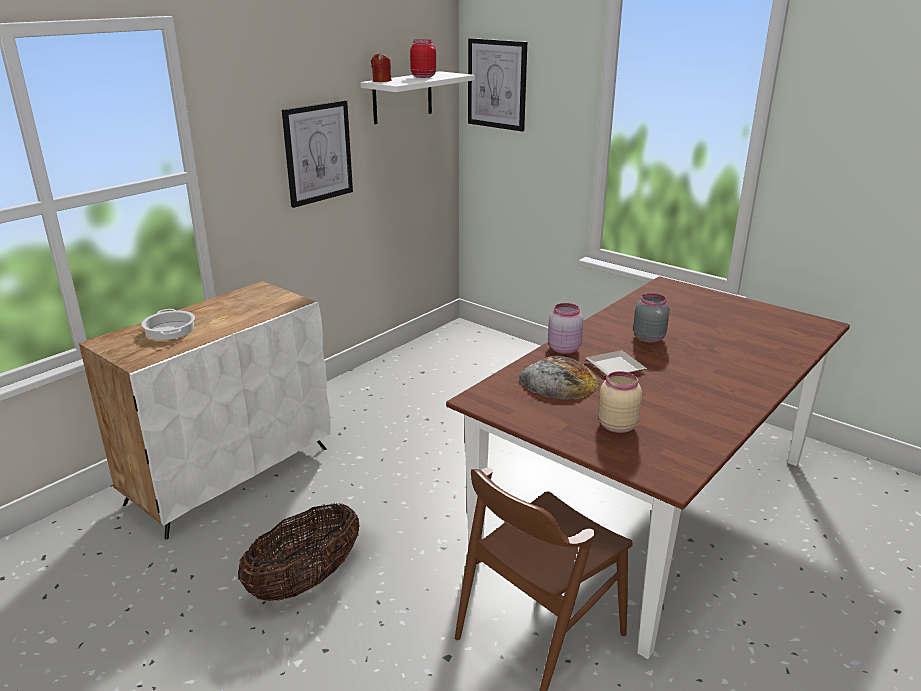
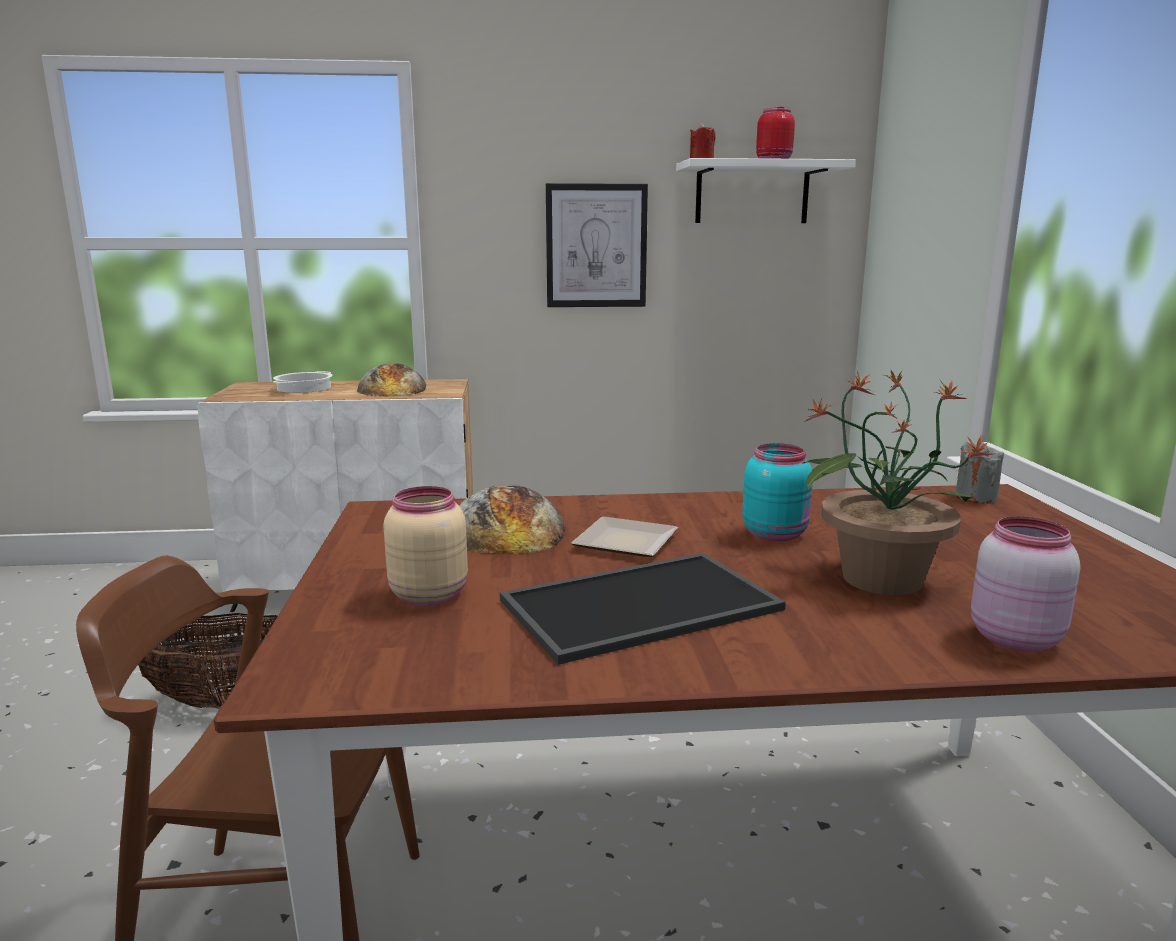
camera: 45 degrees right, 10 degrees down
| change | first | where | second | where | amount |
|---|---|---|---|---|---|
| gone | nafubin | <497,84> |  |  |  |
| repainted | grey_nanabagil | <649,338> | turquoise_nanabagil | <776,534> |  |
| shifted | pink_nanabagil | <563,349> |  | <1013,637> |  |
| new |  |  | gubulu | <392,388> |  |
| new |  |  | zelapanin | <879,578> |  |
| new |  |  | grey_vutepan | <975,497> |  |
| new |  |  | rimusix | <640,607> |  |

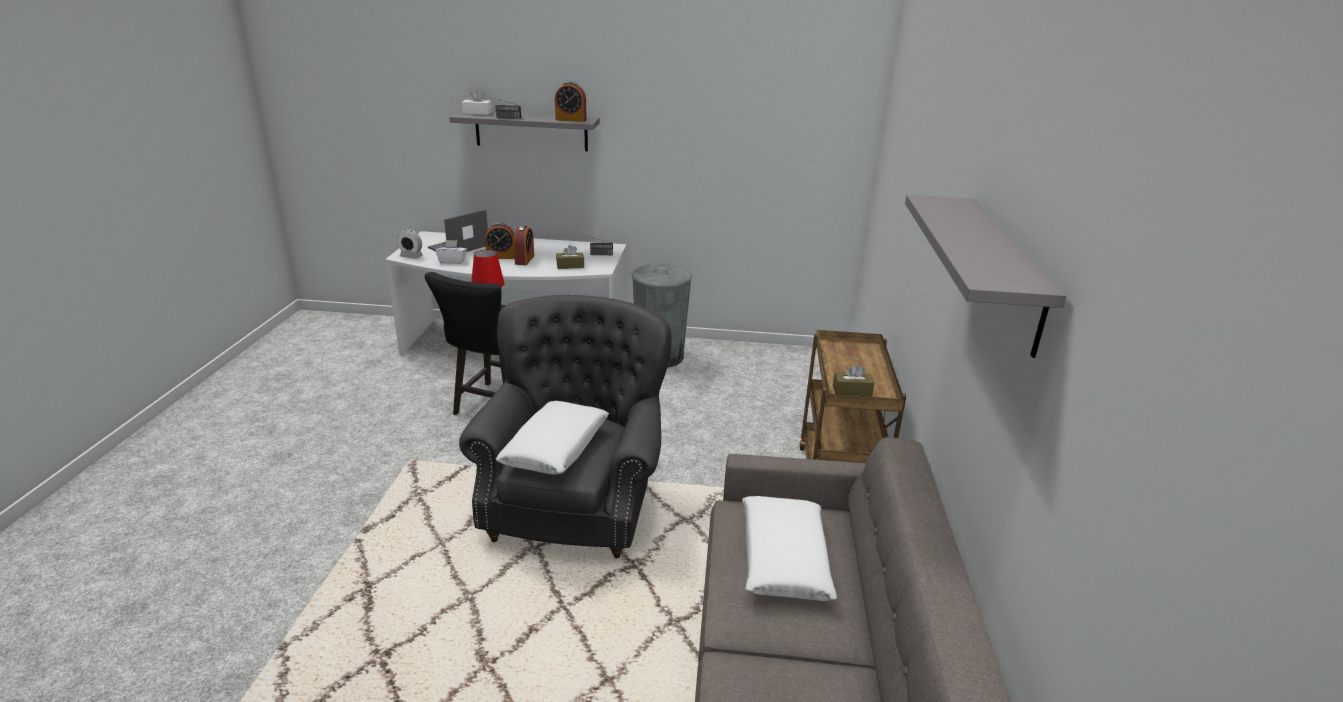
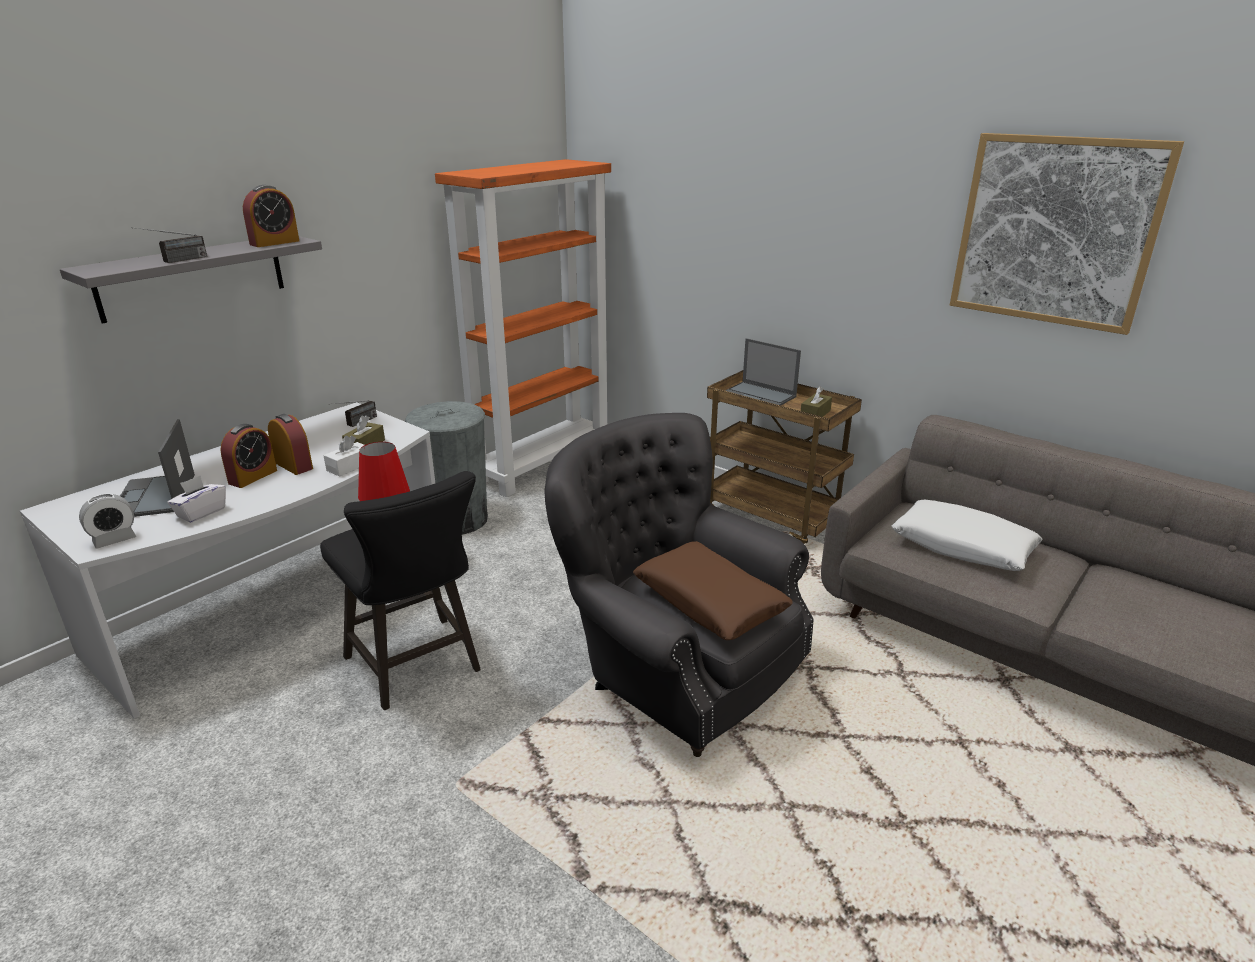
camera: 55 degrees left, 0 degrees up
| change | first | where | second | where | amount |
|---|---|---|---|---|---|
| shifted | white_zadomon | <477,113> |  | <349,466> |  |
| swapped | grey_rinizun | <1004,272> | nafubin | <1055,231> |  |
| repainted | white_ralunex | <556,448> | brown_ralunex | <710,601> |  |
| new |  |  | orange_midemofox | <543,464> |  |
| new |  |  | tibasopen | <758,396> |  |

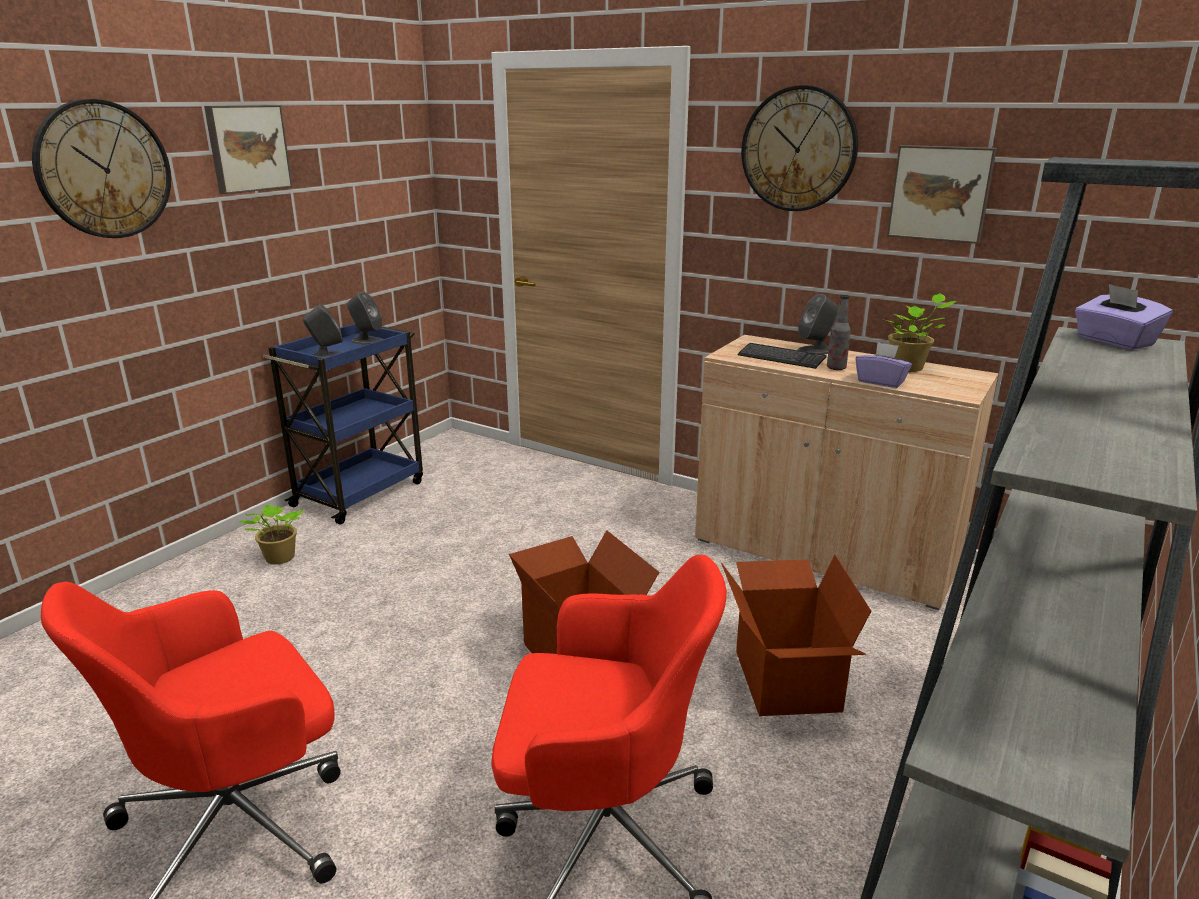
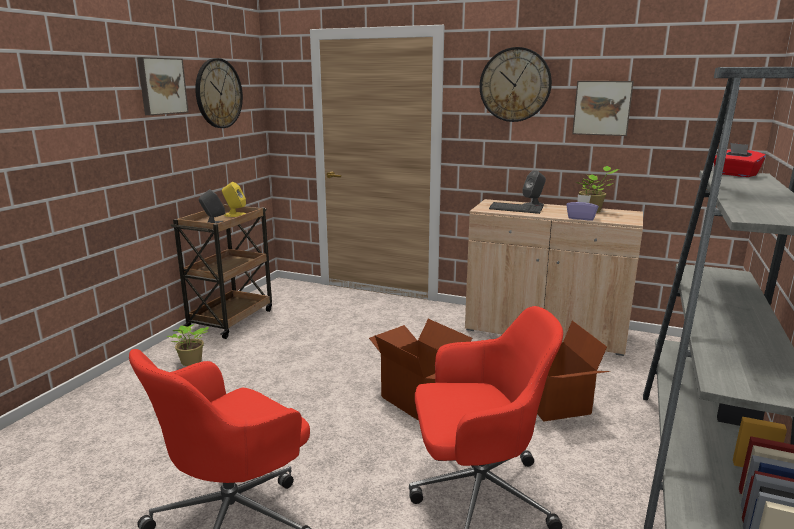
camera: 10 degrees left, 5 degrees down
| change | first | where | second | where | amount |
|---|---|---|---|---|---|
| shifted | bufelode | <103,170> |  | <218,93> |  |
| repainted | purple_zadomon | <1114,341> | red_zadomon | <735,174> |  |
| repainted | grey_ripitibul | <366,341> | yellow_ripitibul | <235,215> |  |
| gone | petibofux | <836,368> |  |  |  |
| repainted | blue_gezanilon | <360,493> | brown_gezanilon | <231,319> |  |

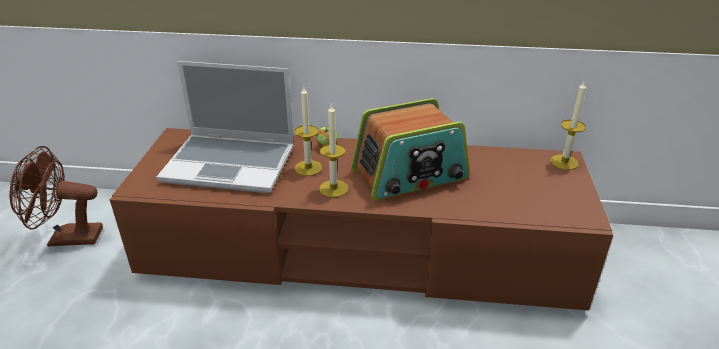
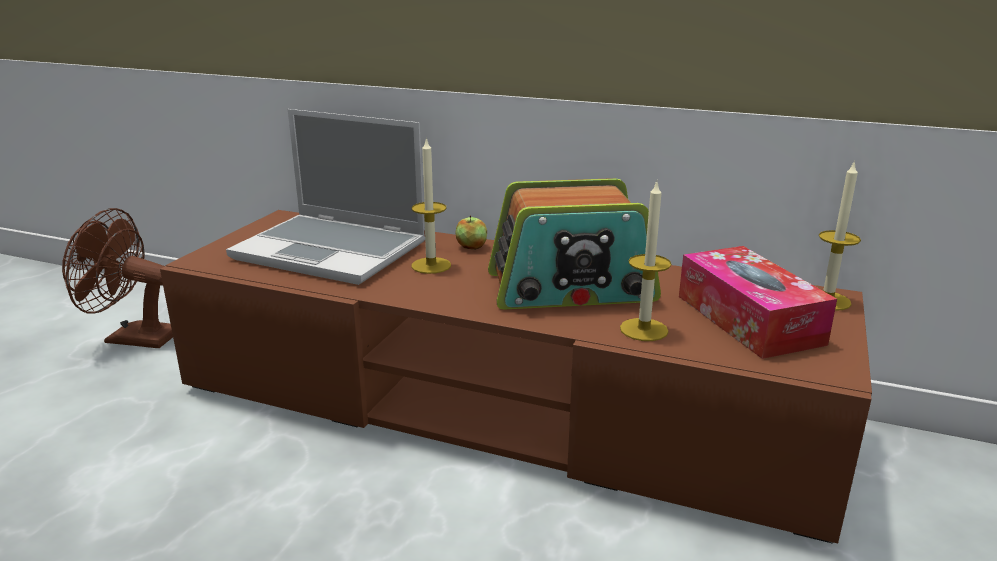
camera: 15 degrees right, 10 degrees down
| change | first | where | second | where | amount |
|---|---|---|---|---|---|
| shifted | vutepan | <333,188> |  | <644,329> |  |
| new |  |  | zadomon | <748,319> |  |

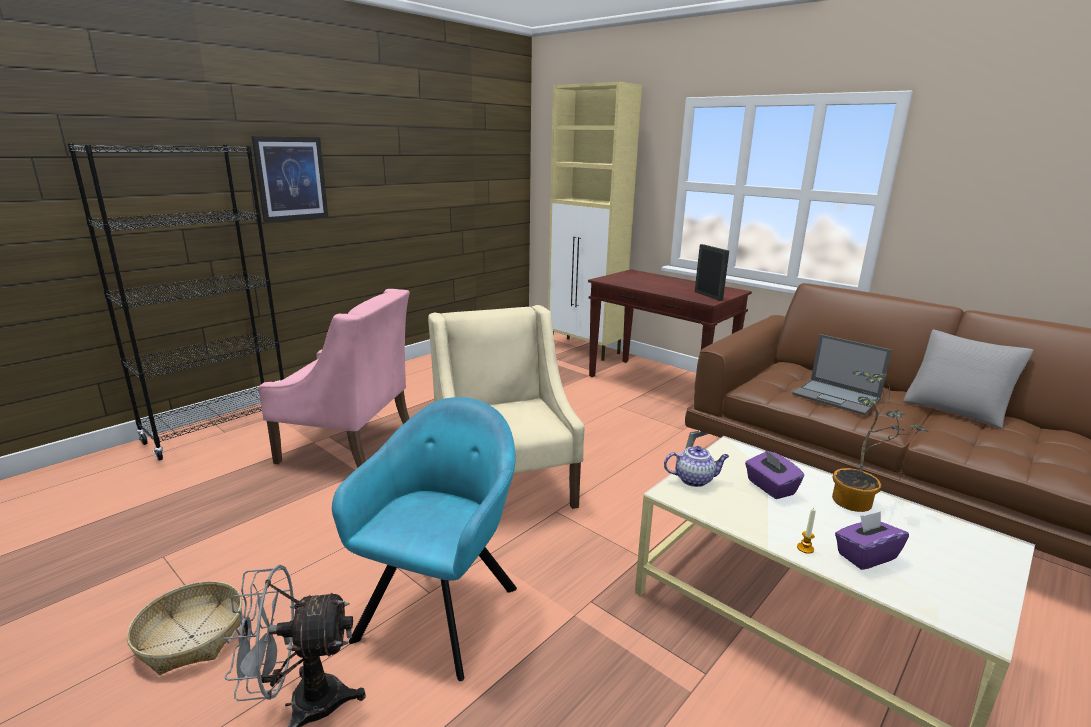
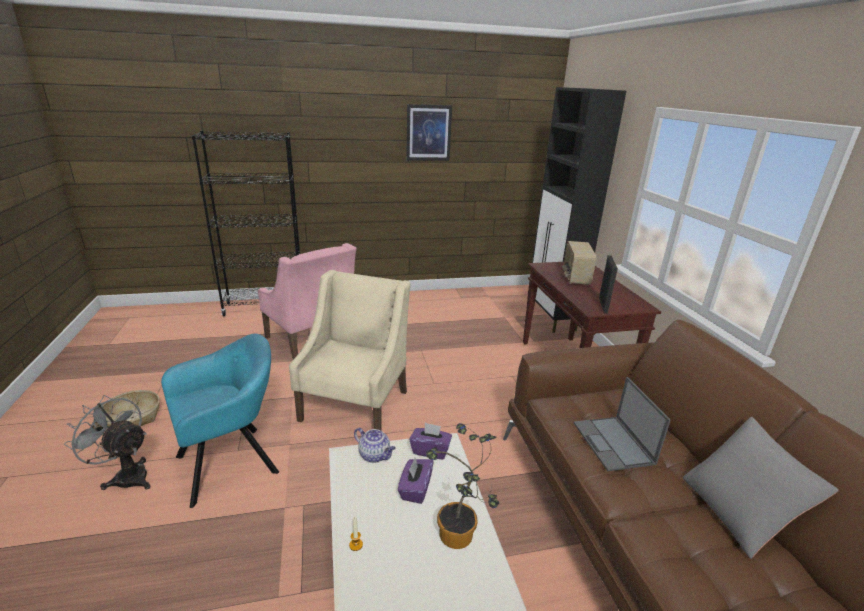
camera: 35 degrees right, 5 degrees up
| change | first | where | second | where | amount |
|---|---|---|---|---|---|
| repainted | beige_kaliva | <585,349> | black_kaliva | <551,318> |  |
| shifted | nafubin | <291,178> |  | <428,133> |  |
| shifted | purple_zadomon | <865,556> |  | <430,450> |  |
| new |  |  | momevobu | <575,278> |  |

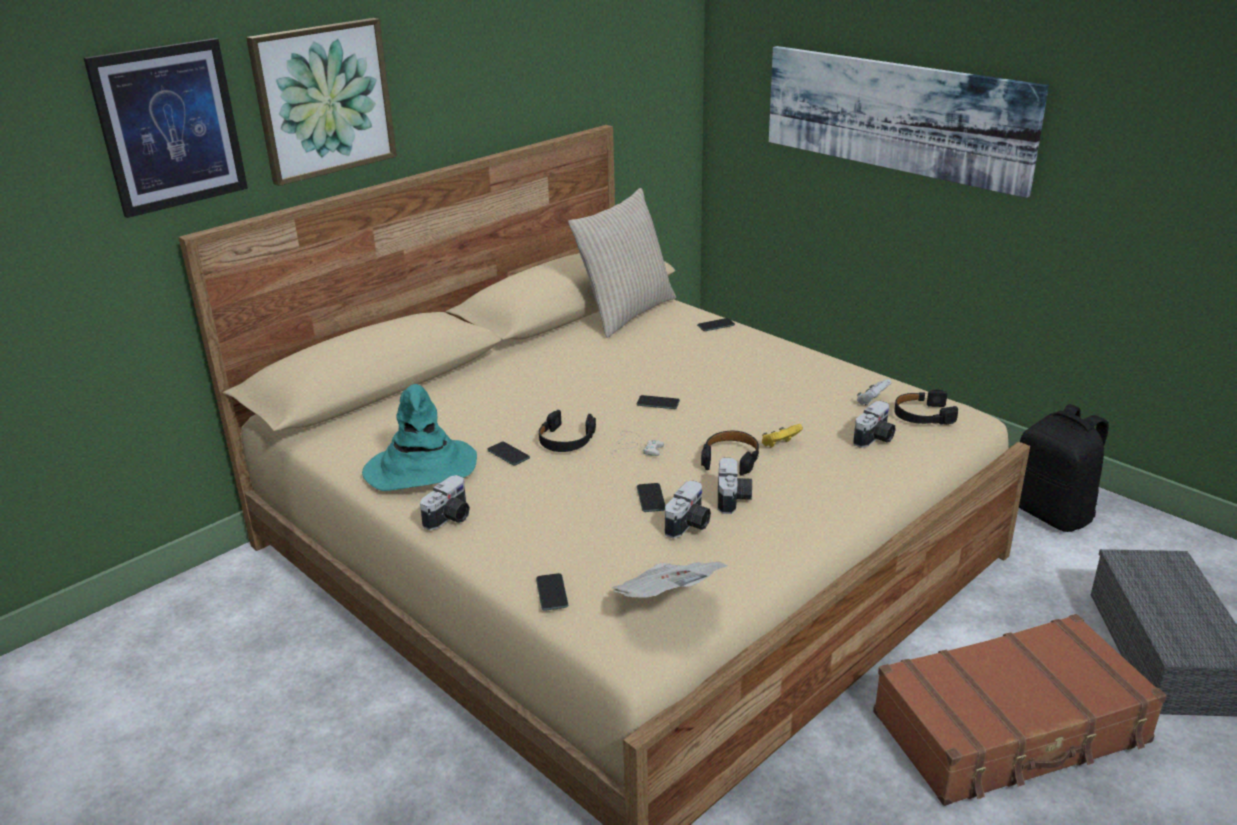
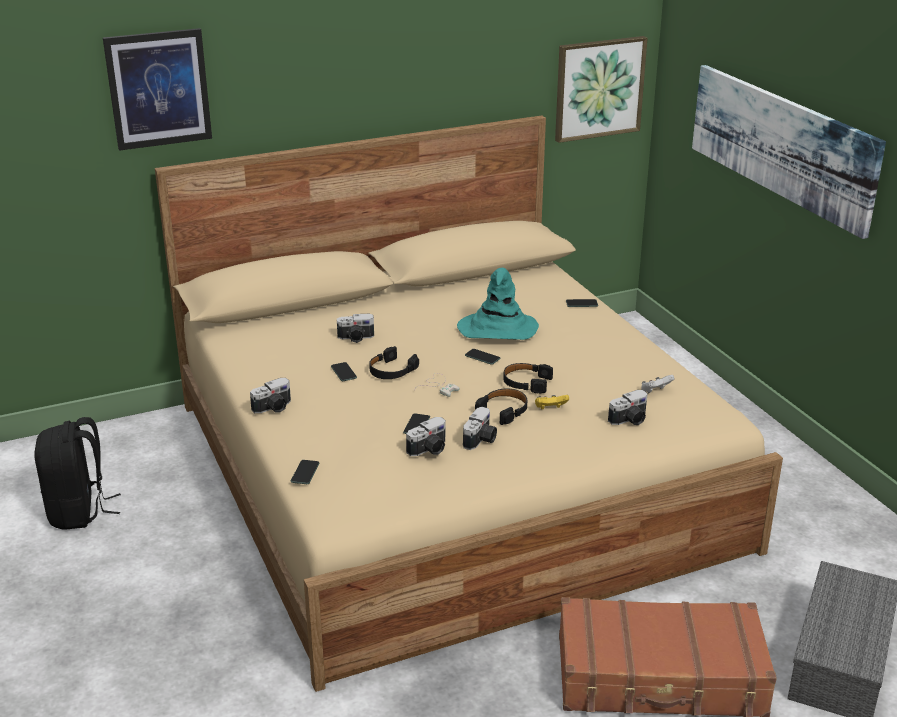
camera: 20 degrees right, 0 degrees up
| change | first | where | second | where | amount |
|---|---|---|---|---|---|
| shifted | nafubin | <323,100> |  | <599,88> |  |
| gone | beige_ralunex | <625,313> |  |  |  |
| shifted | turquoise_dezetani | <421,468> |  | <498,329> |  |
| shifted | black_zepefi | <922,415> |  | <526,383> |  |
| shifted | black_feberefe | <1052,513> |  | <79,512> |  |
| gone | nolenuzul | <668,602> |  |  |  |
| new |  |  | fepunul | <356,338> |  |

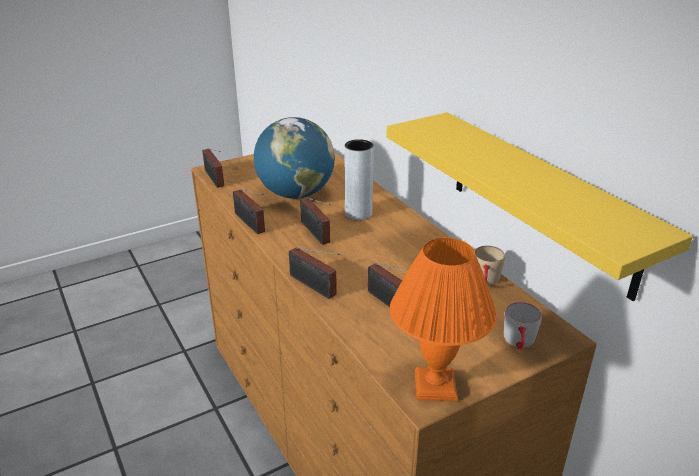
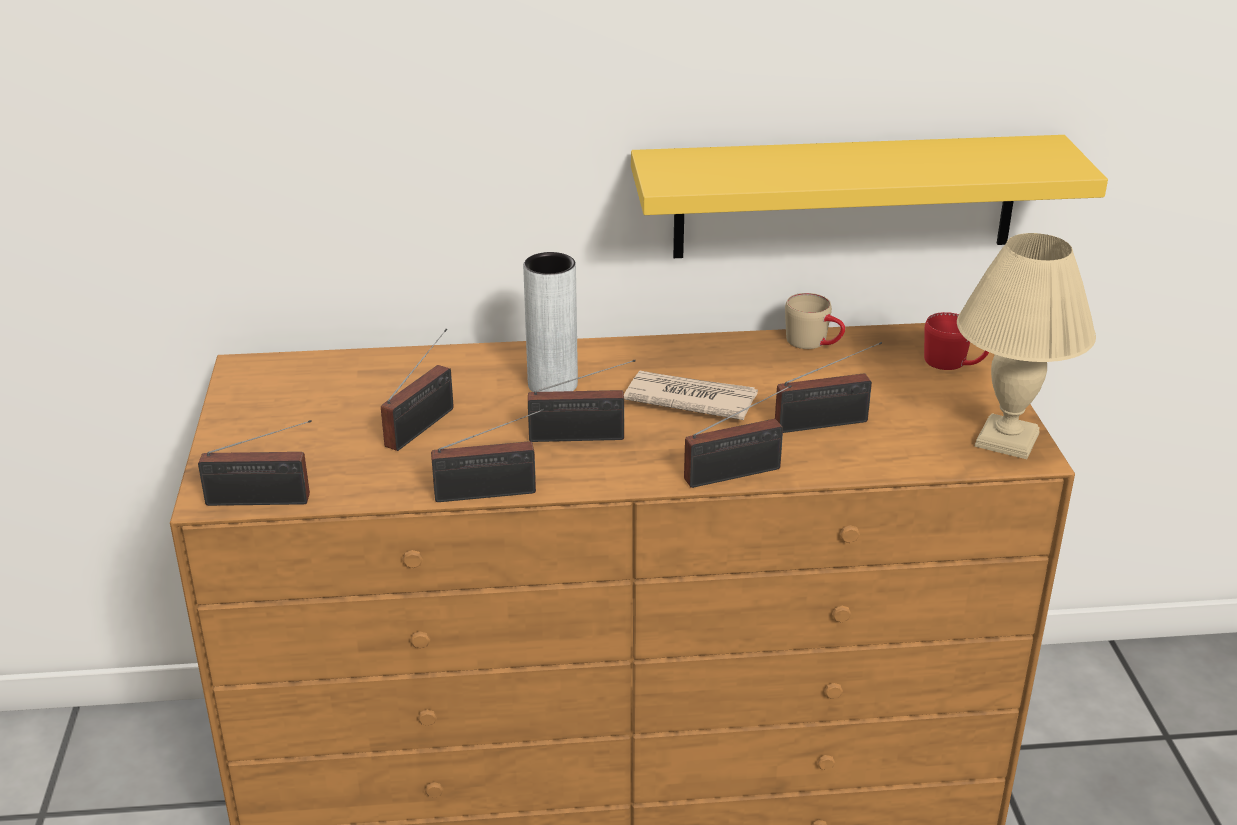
camera: 65 degrees left, 0 degrees up
| change | first | where | second | where | amount |
|---|---|---|---|---|---|
| swapped | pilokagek | <295,194> | momevobu | <424,425> |  |
| repainted | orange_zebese | <436,387> | beige_zebese | <1009,440> |  |
| repainted | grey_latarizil | <519,343> | red_latarizil | <954,363> |  |
| new |  |  | nolenuzul | <689,399> |  |

